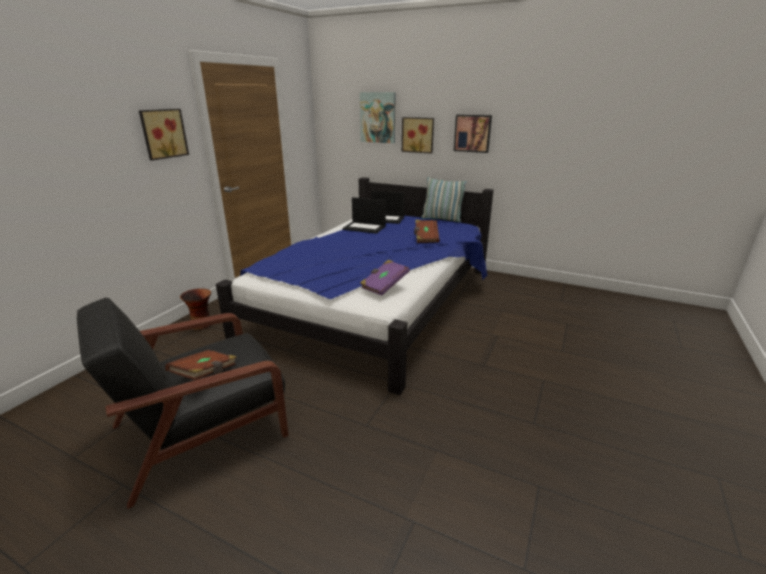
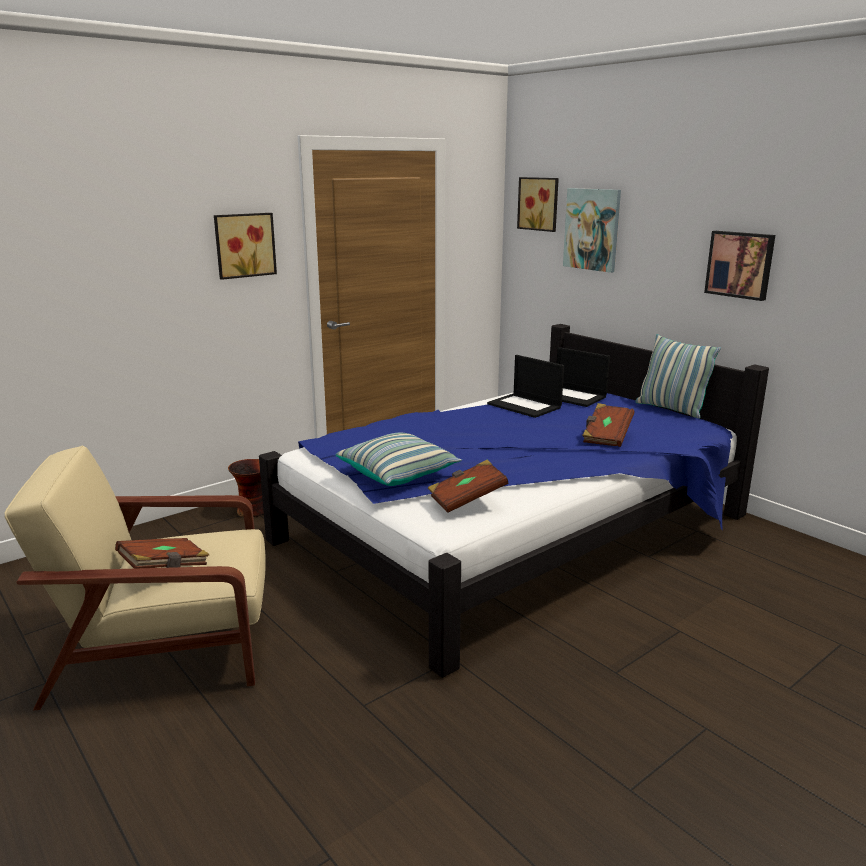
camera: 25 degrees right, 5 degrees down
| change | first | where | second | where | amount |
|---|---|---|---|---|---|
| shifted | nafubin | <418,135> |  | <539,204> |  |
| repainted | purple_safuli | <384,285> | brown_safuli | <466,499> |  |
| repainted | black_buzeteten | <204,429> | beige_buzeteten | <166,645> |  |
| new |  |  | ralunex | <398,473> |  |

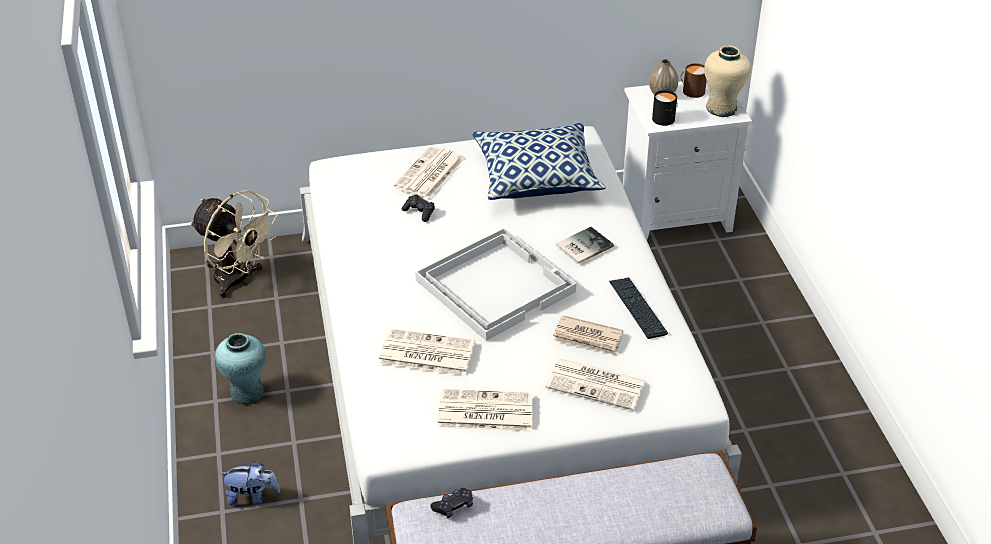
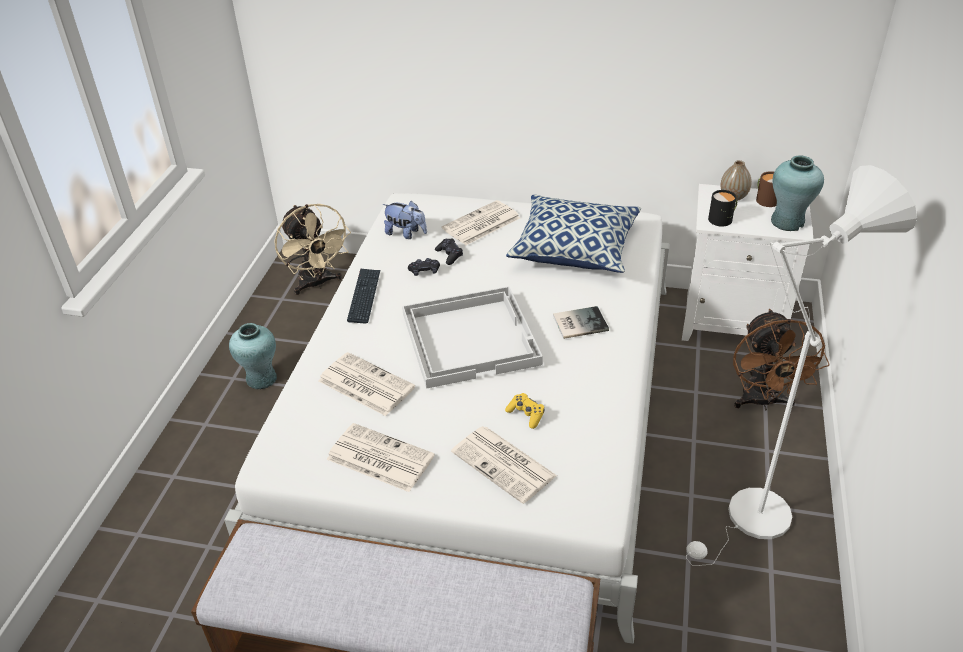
camera: 25 degrees right, 0 degrees up
| change | first | where | second | where | amount |
|---|---|---|---|---|---|
| repainted | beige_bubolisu | <721,108> | turquoise_bubolisu | <787,221> |  |
| shifted | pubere | <637,308> |  | <364,296> |  |
| swapped | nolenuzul | <588,338> | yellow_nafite | <526,414> |  |
| shifted | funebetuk | <252,497> |  | <406,233> |  |
| shifted | black_nafite | <453,507> |  | <424,271> |  |
| new |  |  | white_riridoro | <751,521> |  |
| new |  |  | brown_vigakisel | <763,402> |  |

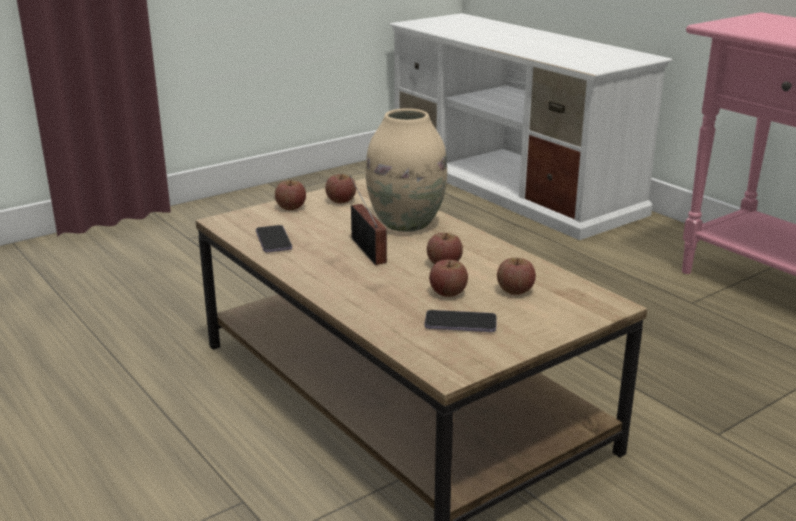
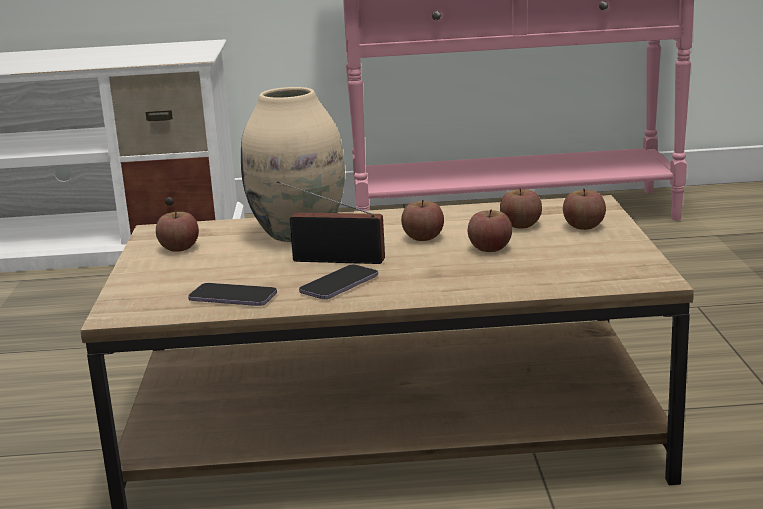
camera: 55 degrees left, 5 degrees down
| change | first | where | second | where | amount |
|---|---|---|---|---|---|
| shifted | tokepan | <291,207> |  | <584,226> |  |
| shifted | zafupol | <460,323> |  | <339,285> |  |

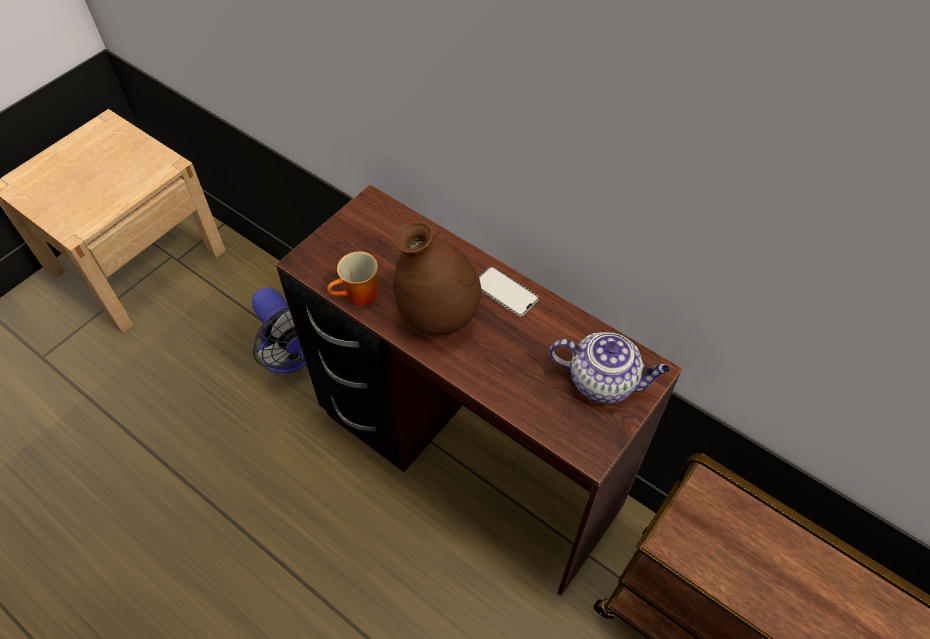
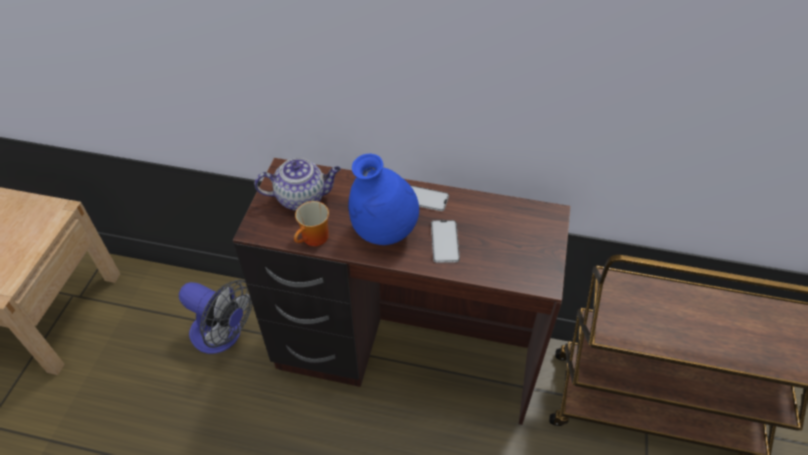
camera: 25 degrees left, 5 degrees down
| change | first | where | second | where | amount |
|---|---|---|---|---|---|
| repainted | brown_bubolisu | <438,317> | blue_bubolisu | <384,233> |  |
| shifted | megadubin | <604,381> |  | <302,198> |  |
| new |  |  | zafupol | <445,241> |  |

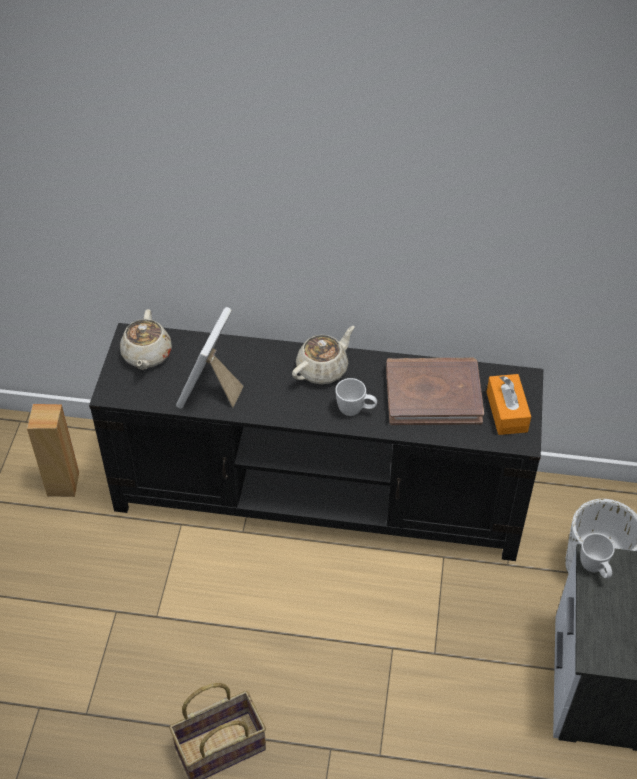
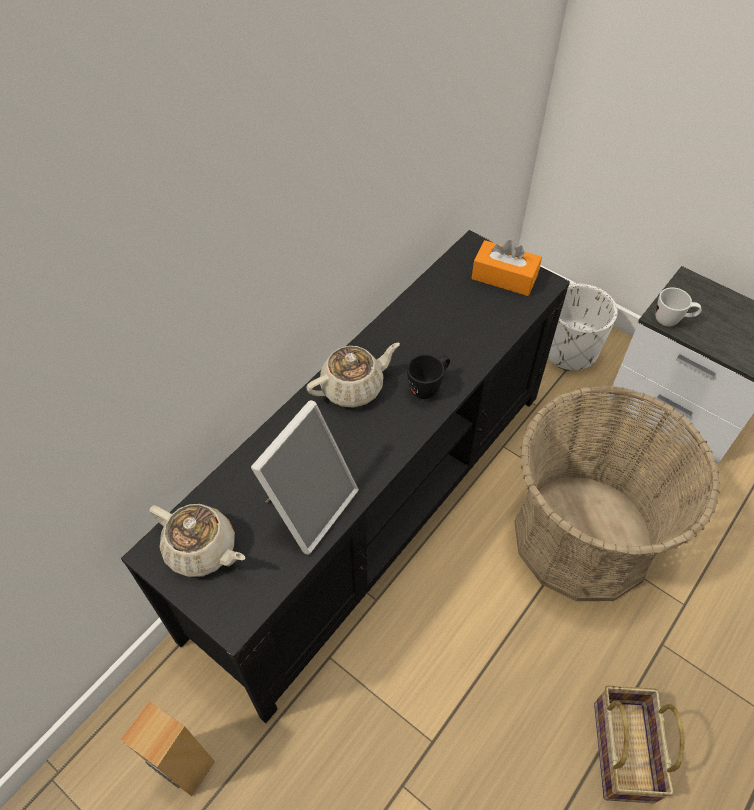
camera: 60 degrees left, 5 degrees up
| change | first | where | second | where | amount |
|---|---|---|---|---|---|
| rotated | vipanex | <210,390> |  | <308,506> | 105 degrees counterclockwise |
| rotated | beige_megadubin | <323,369> |  | <353,387> | 75 degrees clockwise |
| gone | brown_safuli | <433,394> |  |  |  |
| repainted | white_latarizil | <356,410> | black_latarizil | <428,387> |  |
| new |  |  | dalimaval | <583,536> |  |

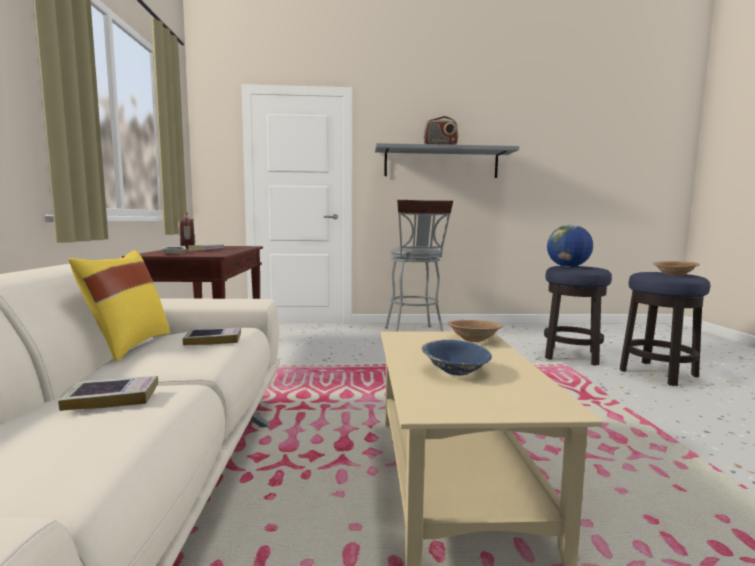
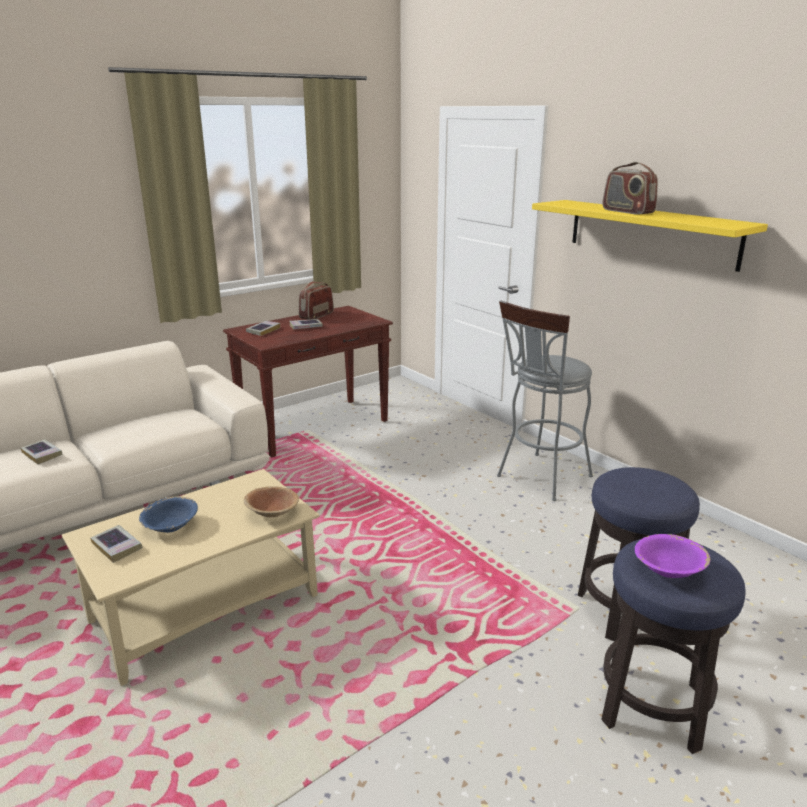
camera: 55 degrees right, 15 degrees up
| change | first | where | second | where | amount |
|---|---|---|---|---|---|
| repainted | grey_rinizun | <441,163> | yellow_rinizun | <651,233> |  |
| gone | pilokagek | <568,267> |  |  |  |
| gone | yellow_ralunex | <128,345> |  |  |  |
| repainted | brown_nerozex | <674,275> | purple_nerozex | <668,570> |  |
| shifted | safuli | <213,340> |  | <117,546> |  |

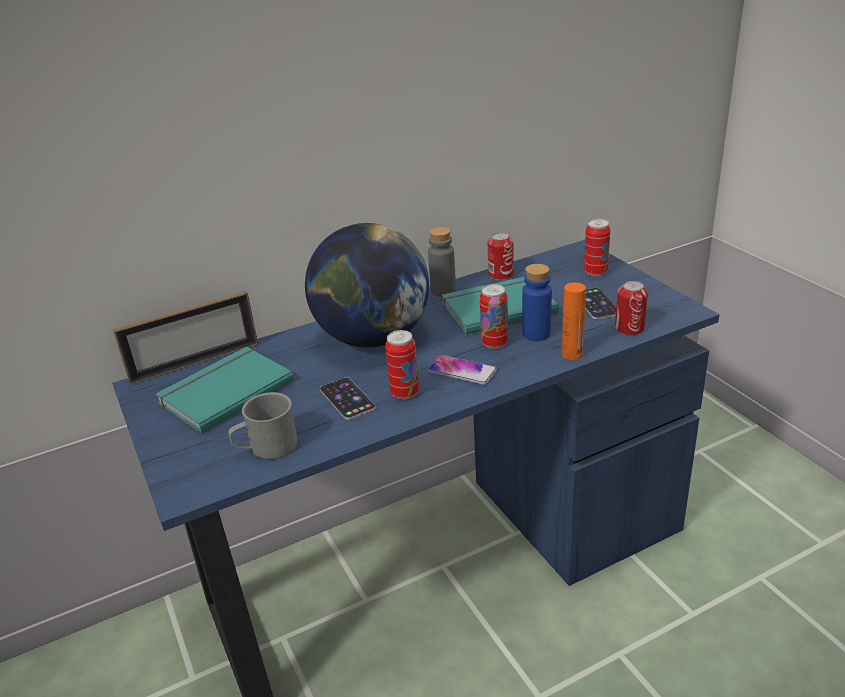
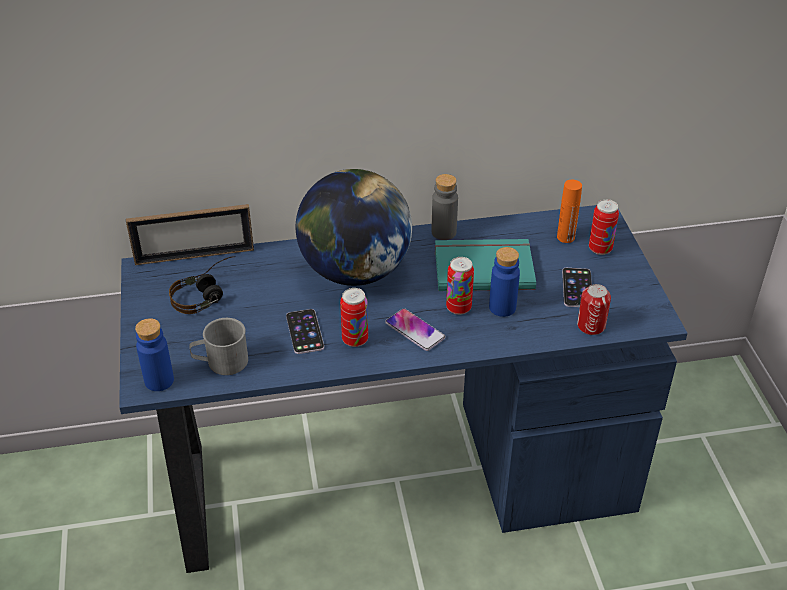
camera: 15 degrees right, 10 degrees up
| change | first | where | second | where | amount |
|---|---|---|---|---|---|
| gone | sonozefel | <500,274> |  |  |  |
| shifted | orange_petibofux | <572,354> |  | <565,237> |  |
| swapped | turquoise_safuli | <224,391> | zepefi | <207,294> |  |
| new |  |  | blue_petibofux | <159,381> |  |

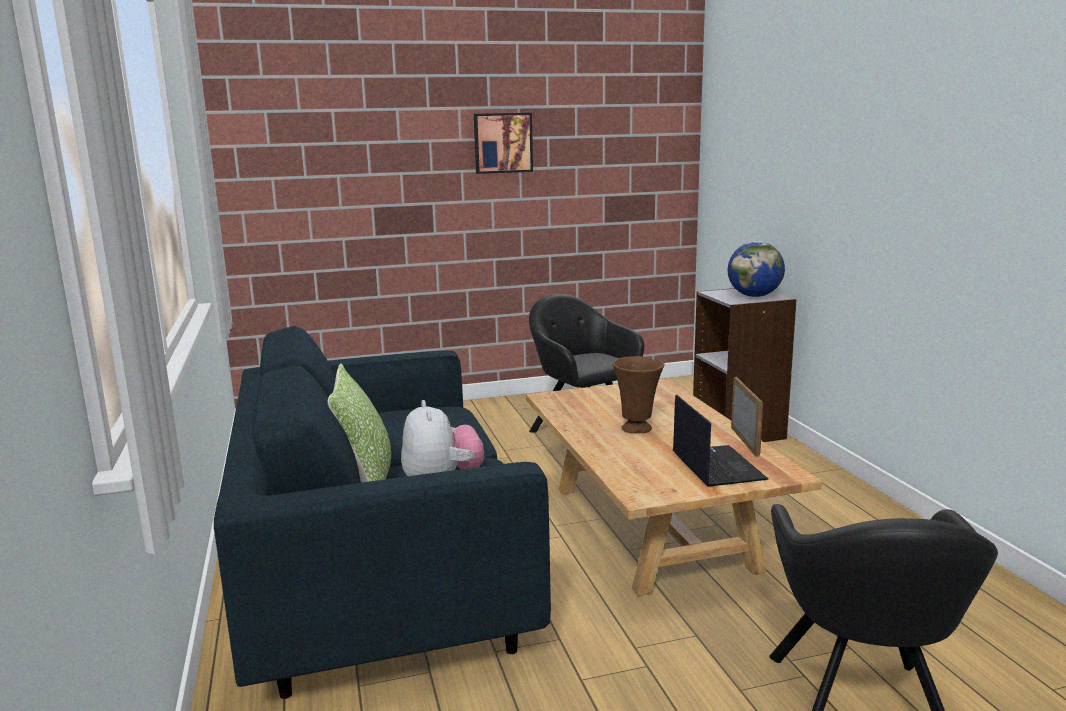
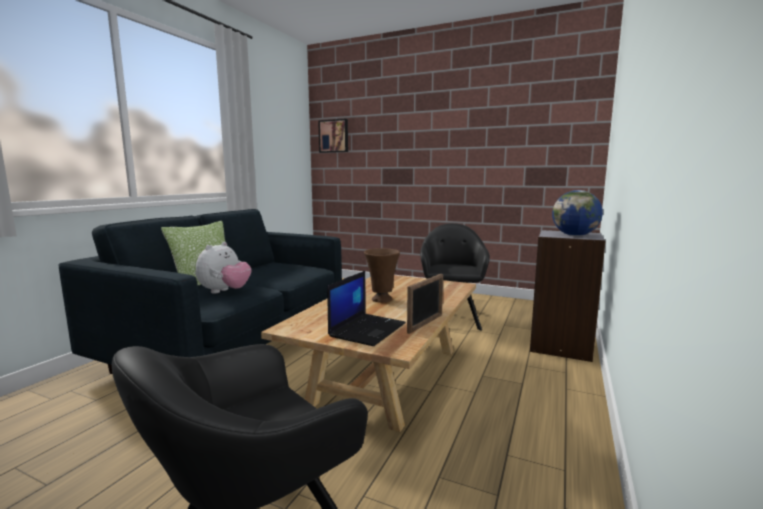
camera: 40 degrees right, 5 degrees down
| change | first | where | second | where | amount |
|---|---|---|---|---|---|
| shifted | nafubin | <502,143> |  | <334,136> |  |

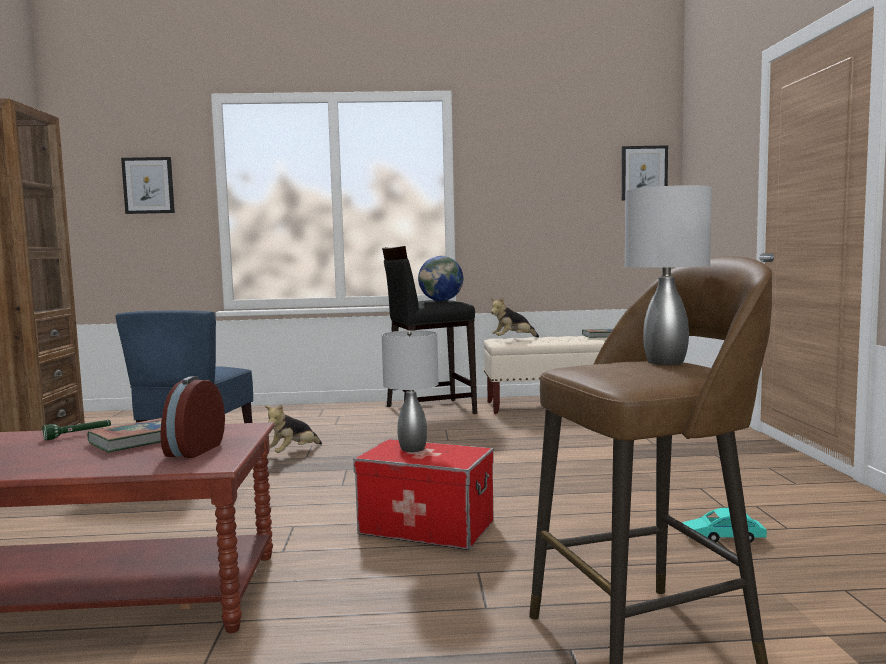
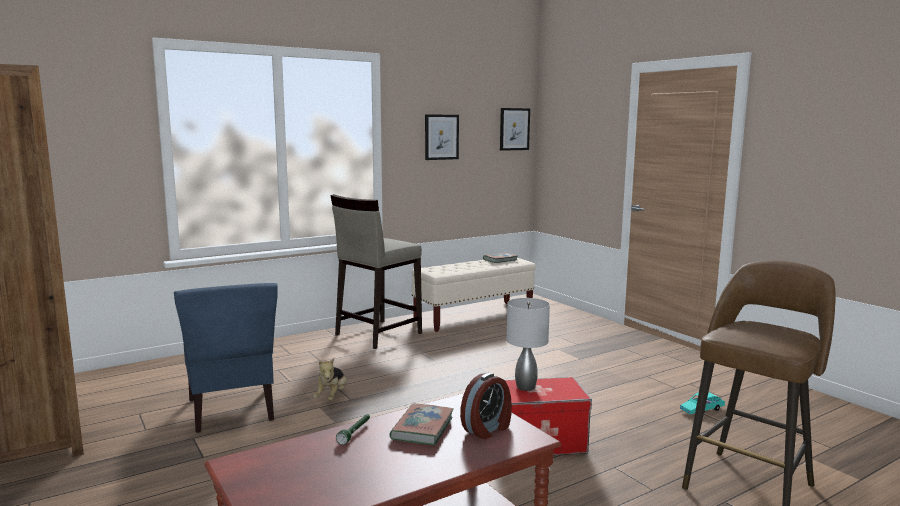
camera: 30 degrees left, 5 degrees up
| change | first | where | second | where | amount |
|---|---|---|---|---|---|
| shifted | nafubin | <148,185> |  | <441,137> |  |
| gone | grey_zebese | <665,362> |  |  |  |
| repainted | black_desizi | <429,410> | beige_desizi | <377,334> |  |
| gone | pilokagek | <441,301> |  |  |  |
| gone | funebetuk | <513,339> |  |  |  |
| rotated | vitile | <193,450> |  | <487,429> | 120 degrees counterclockwise |

